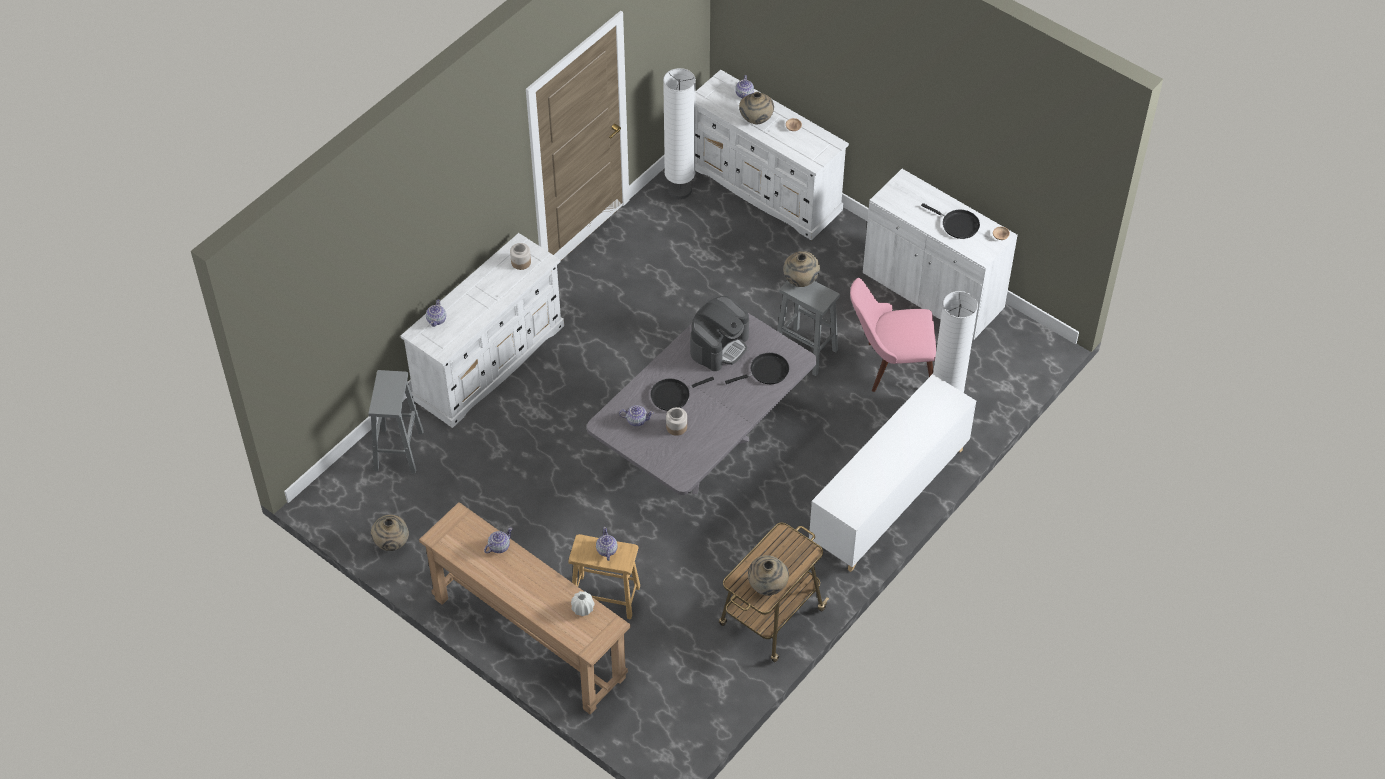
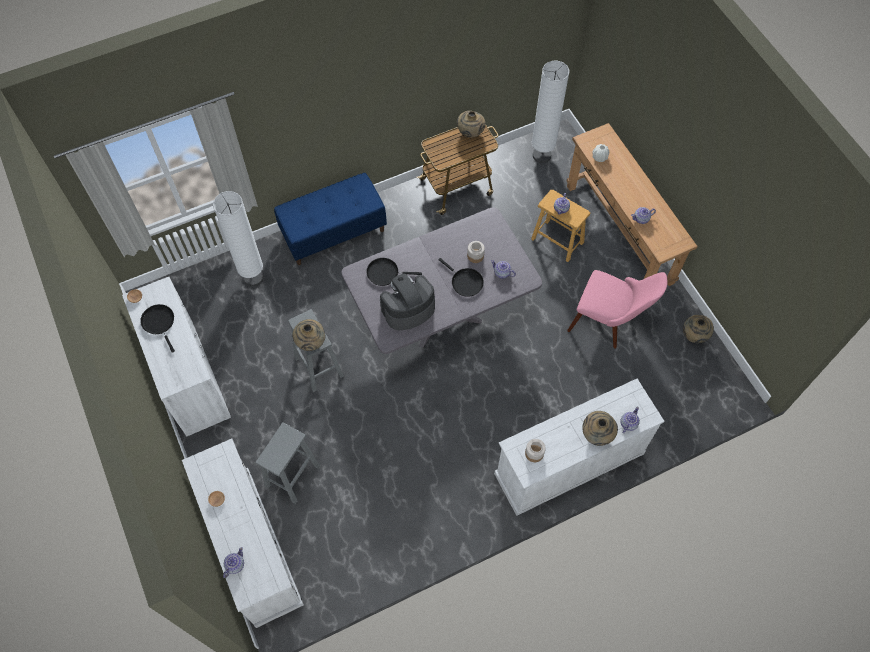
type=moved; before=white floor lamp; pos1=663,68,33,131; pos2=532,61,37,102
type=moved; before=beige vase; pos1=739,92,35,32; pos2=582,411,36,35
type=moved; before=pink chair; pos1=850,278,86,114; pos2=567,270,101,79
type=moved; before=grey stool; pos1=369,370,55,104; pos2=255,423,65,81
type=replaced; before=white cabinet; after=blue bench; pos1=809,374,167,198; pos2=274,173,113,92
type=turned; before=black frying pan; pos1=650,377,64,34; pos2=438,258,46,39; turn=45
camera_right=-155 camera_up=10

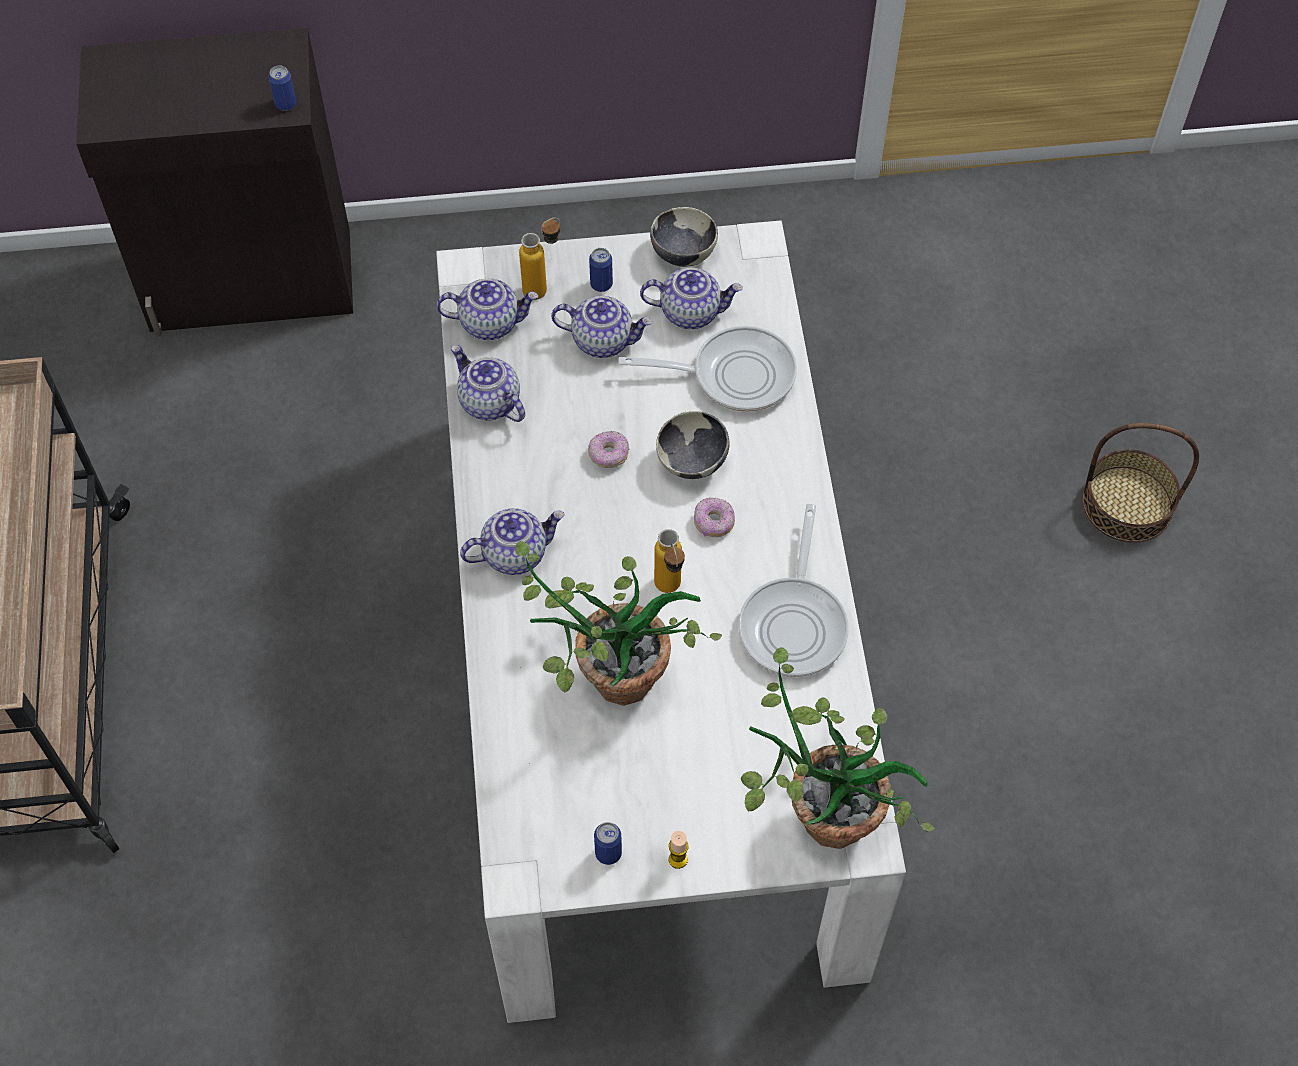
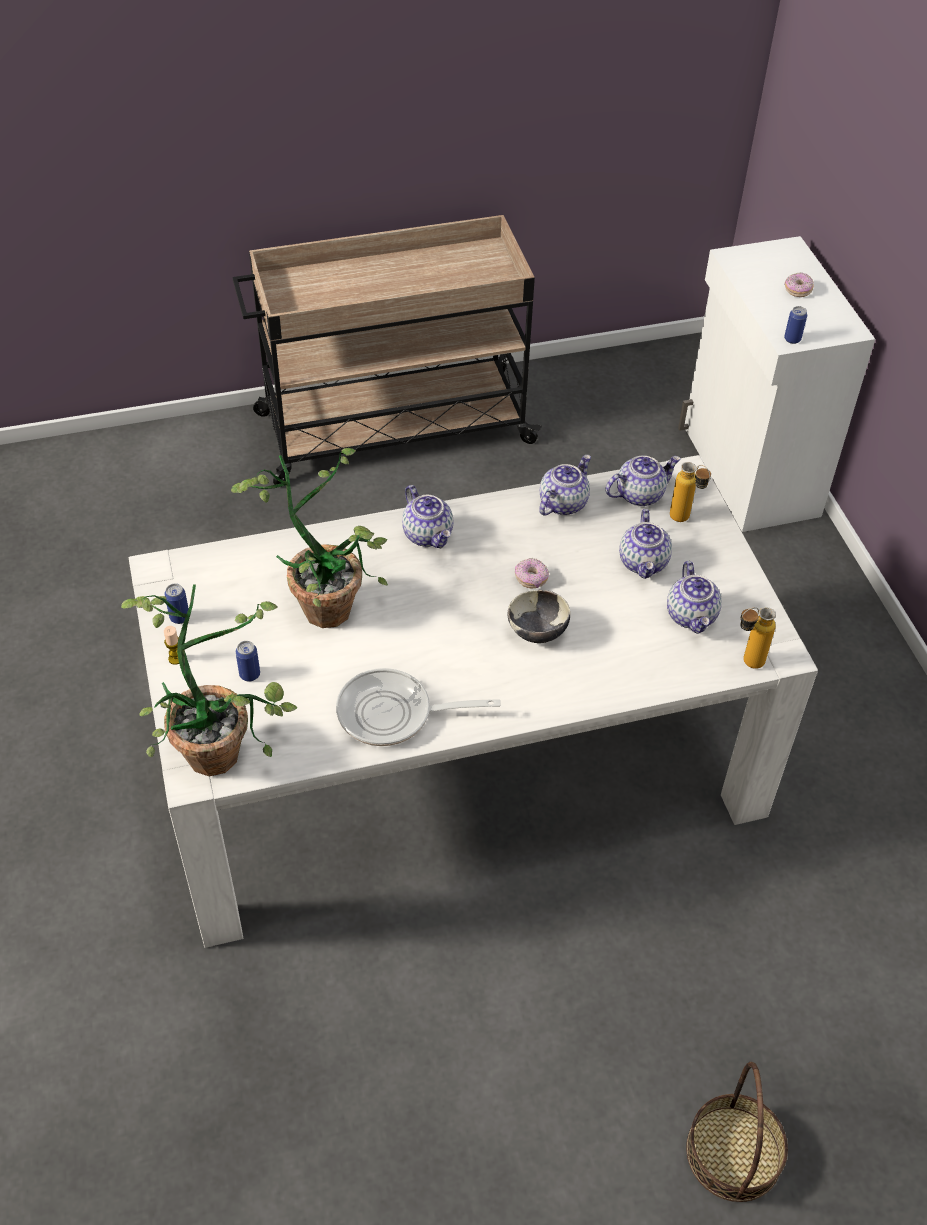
type=recoloured; before=black cabinet; after=white cabinet; pos1=76,28,277,309; pos2=678,236,197,296
type=removed; before=bowl; pos1=650,207,68,60
type=moved; before=can; pos1=589,248,24,44; pos2=236,641,24,41
type=turned; before=teapot; pos1=436,278,102,62; pos2=605,456,76,50; turn=-105
type=removed; before=frying pan; pos1=618,326,179,86
type=moved; before=donut; pos1=694,498,41,39; pos2=784,272,30,25
type=moved; before=bottle; pos1=654,529,31,64; pos2=741,607,35,62
camera_right=80 camera_up=-10

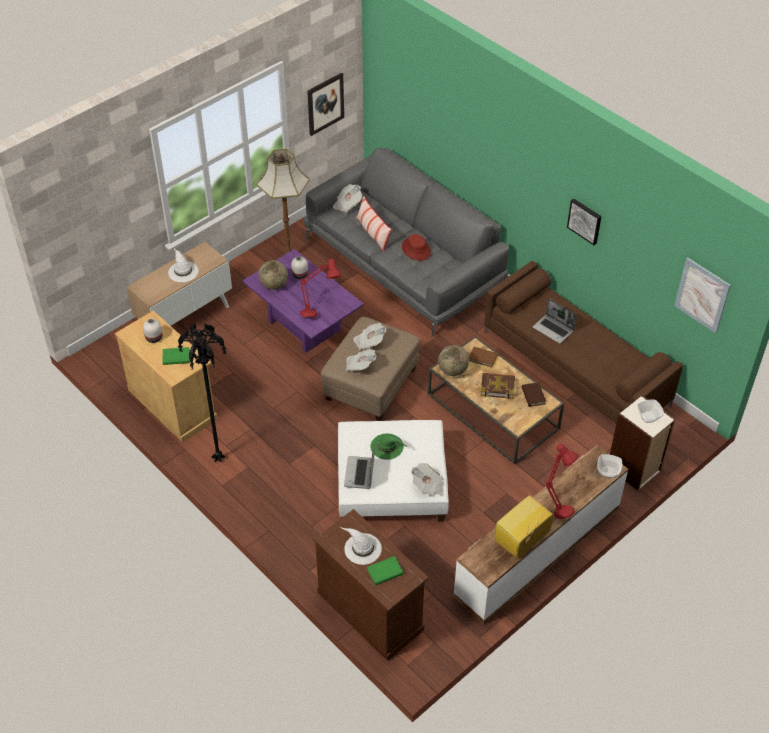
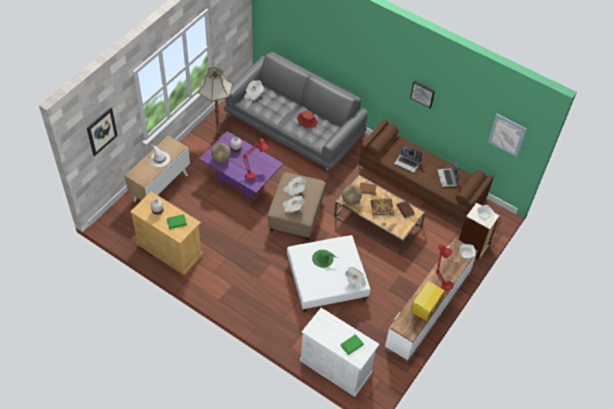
type=moved; before=picture; pos1=307,72,37,64; pos2=87,108,31,48
type=removed; before=pillow; pos1=356,196,36,56
type=removed; before=black floor lamp; pos1=178,323,49,139
type=moved; before=laptop; pos1=344,443,30,46; pos2=438,160,22,27
type=recoloured; before=brown cabinet; after=white cabinet; pos1=313,509,116,152; pos2=300,308,79,89
type=removed; before=white hat; pos1=340,527,42,38
camera_right=-15 camera_up=5

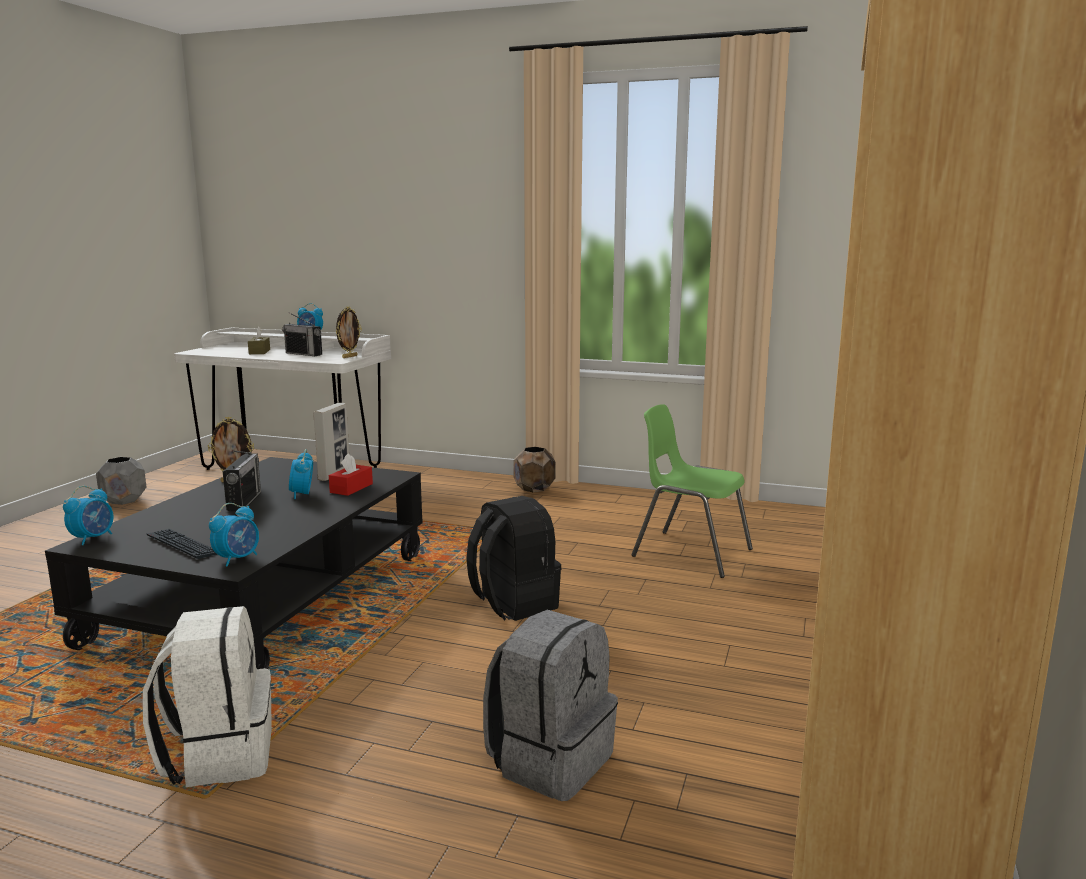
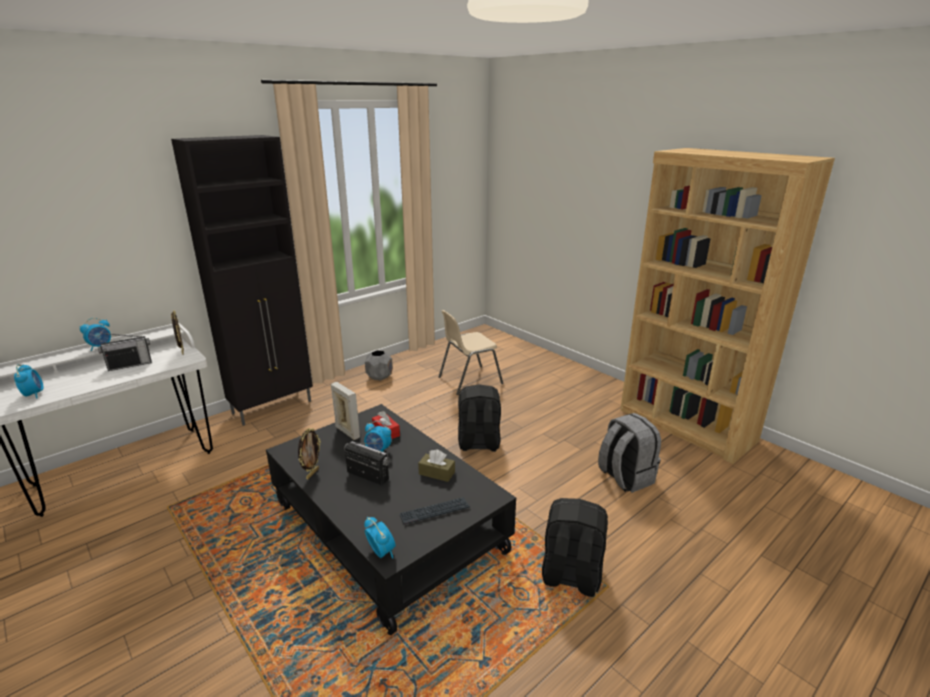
type=moved; before=brown tissue box; pos1=248,327,22,27; pos2=418,449,37,33
type=recoloured; before=green chair; after=beige chair; pos1=631,404,122,174; pos2=439,310,64,85
type=removed; before=brown planter; pos1=513,447,42,46
type=moved; before=grey planter; pos1=96,457,50,48; pos2=365,350,28,30
type=moved; before=alarm clock; pos1=209,503,50,63; pos2=14,364,30,35
type=recoloured; before=white backpack; after=black backpack; pos1=143,606,129,181; pos2=542,498,66,99
type=added; after=black cabinet; pos2=171,135,142,291
camera_right=-60 camera_up=10

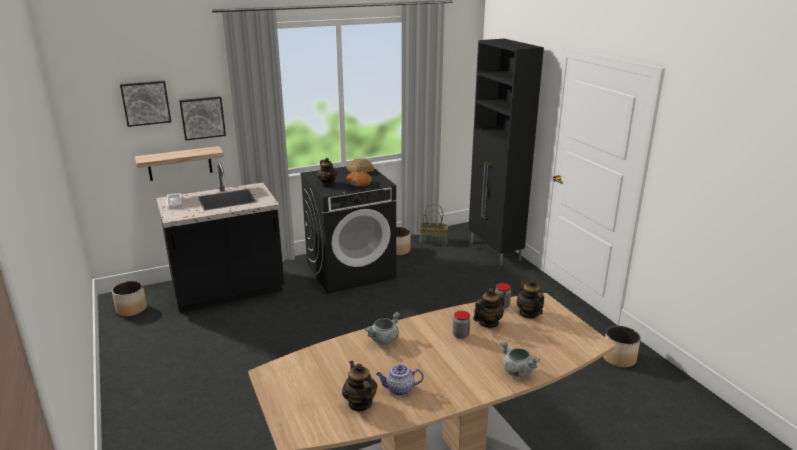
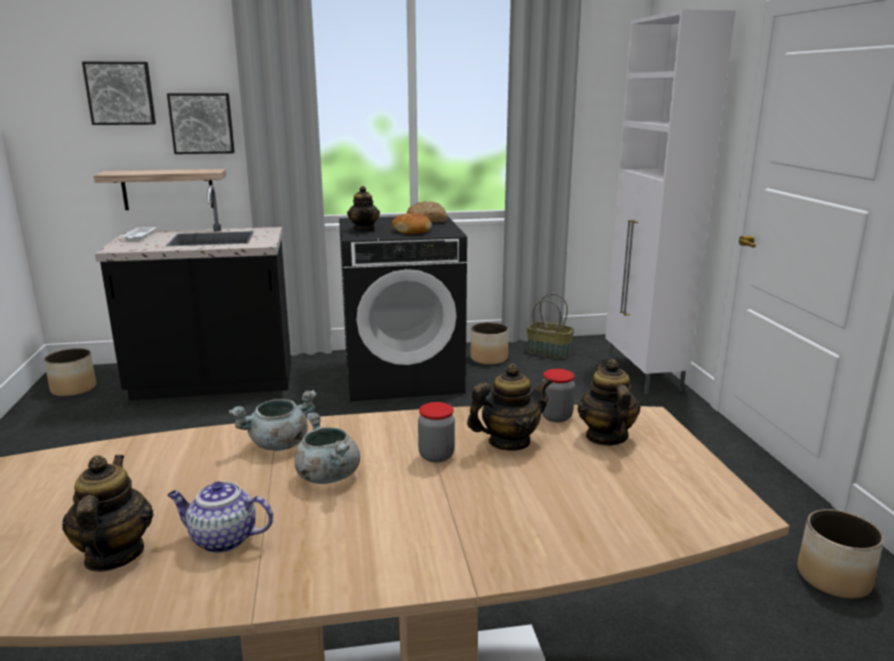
type=recoloured; before=black cabinet; after=white cabinet; pos1=469,39,75,226; pos2=605,9,131,385
type=moved; before=grey cooking pot; pos1=500,341,40,36; pos2=295,412,65,72
camera_right=15 camera_up=-5

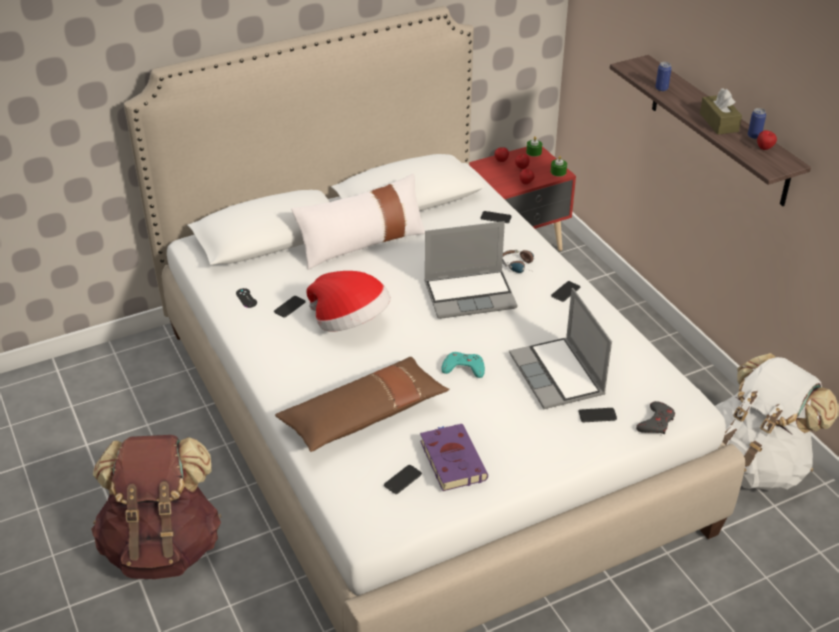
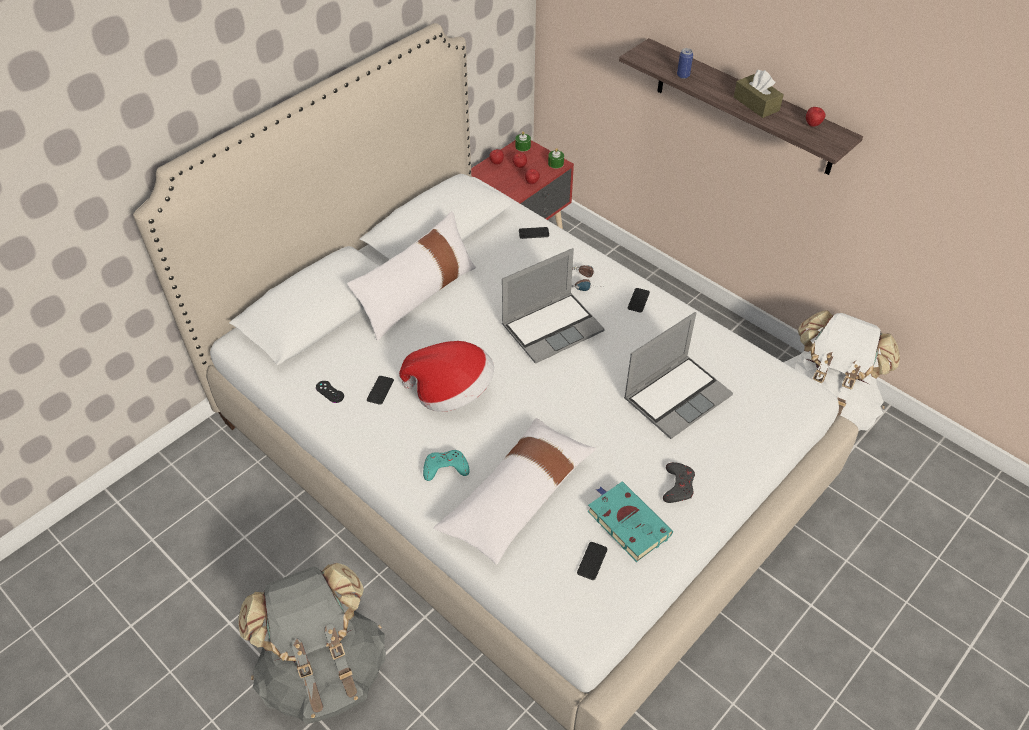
type=removed; before=can; pos1=748,108,18,31
type=turned; before=laptop; pos1=509,288,103,121; pos2=624,312,109,127; turn=-90
type=moved; before=turquoise game controller; pos1=441,352,44,26; pos2=423,450,47,31
type=recoloured; before=brown pillow; after=white pillow; pos1=275,357,175,95; pos2=434,418,163,146
type=moved; before=grey game controller; pos1=636,401,39,33; pos2=663,462,32,41
type=removed; before=phone; pos1=579,408,38,14
type=recoloured; before=purple book; after=turquoise book; pos1=420,424,68,67; pos2=588,482,85,80
type=recoloured; before=brown backpack; after=grey backpack; pos1=91,435,130,144; pos2=239,563,147,161
camera_right=-20 camera_up=10

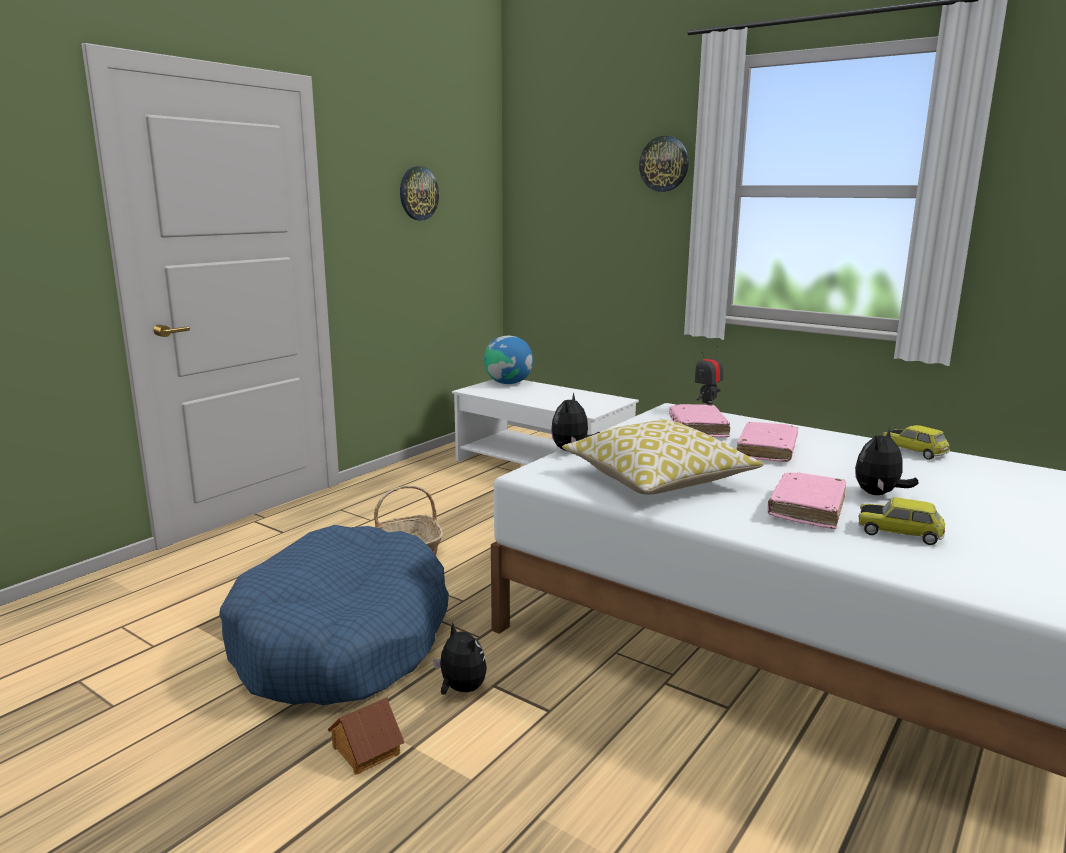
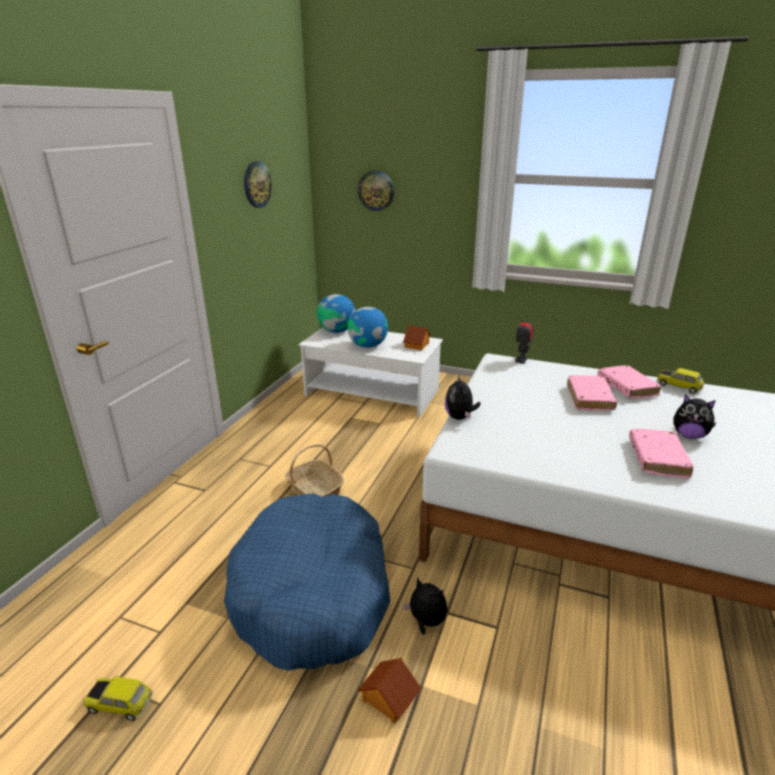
type=moved; before=wall clock; pos1=639,136,50,56; pos2=358,170,36,41
type=moved; before=pink book; pos1=669,404,61,33; pos2=598,365,63,33
type=removed; before=pillow; pos1=562,420,202,75
type=turned; before=plush toy; pos1=855,428,64,67; pos2=673,395,44,44; turn=-90
type=moved; before=toy car; pos1=858,497,87,48; pos2=83,675,70,46
type=added; after=globe; pos2=348,307,40,41
type=added; after=toy house; pos2=403,325,28,25
camera_right=-15 camera_up=10

